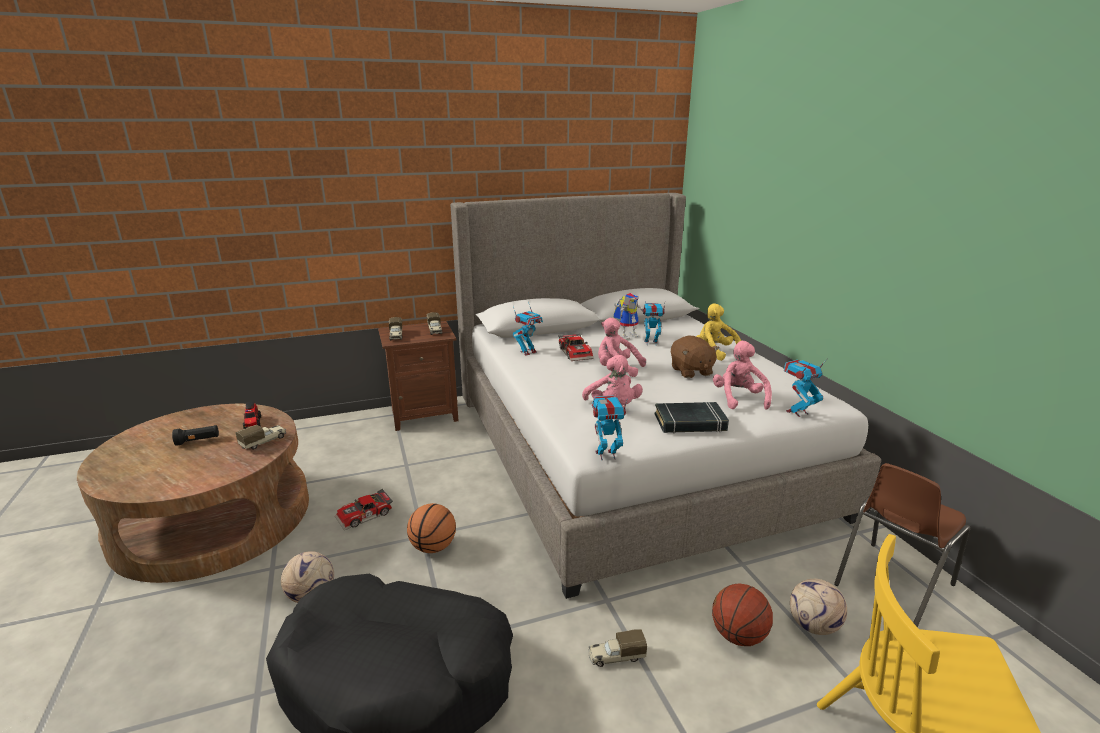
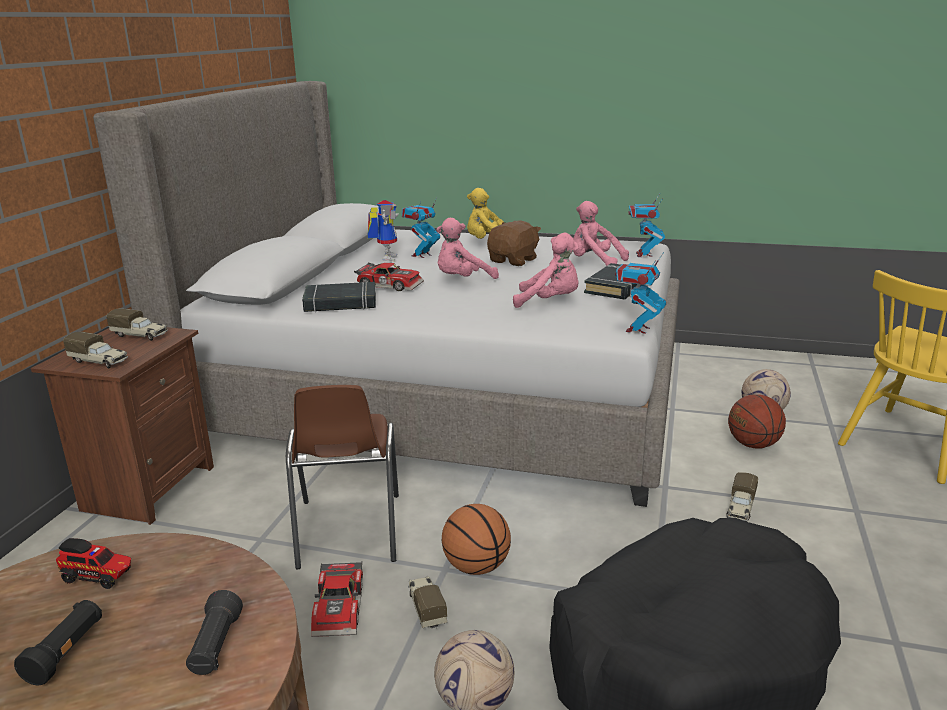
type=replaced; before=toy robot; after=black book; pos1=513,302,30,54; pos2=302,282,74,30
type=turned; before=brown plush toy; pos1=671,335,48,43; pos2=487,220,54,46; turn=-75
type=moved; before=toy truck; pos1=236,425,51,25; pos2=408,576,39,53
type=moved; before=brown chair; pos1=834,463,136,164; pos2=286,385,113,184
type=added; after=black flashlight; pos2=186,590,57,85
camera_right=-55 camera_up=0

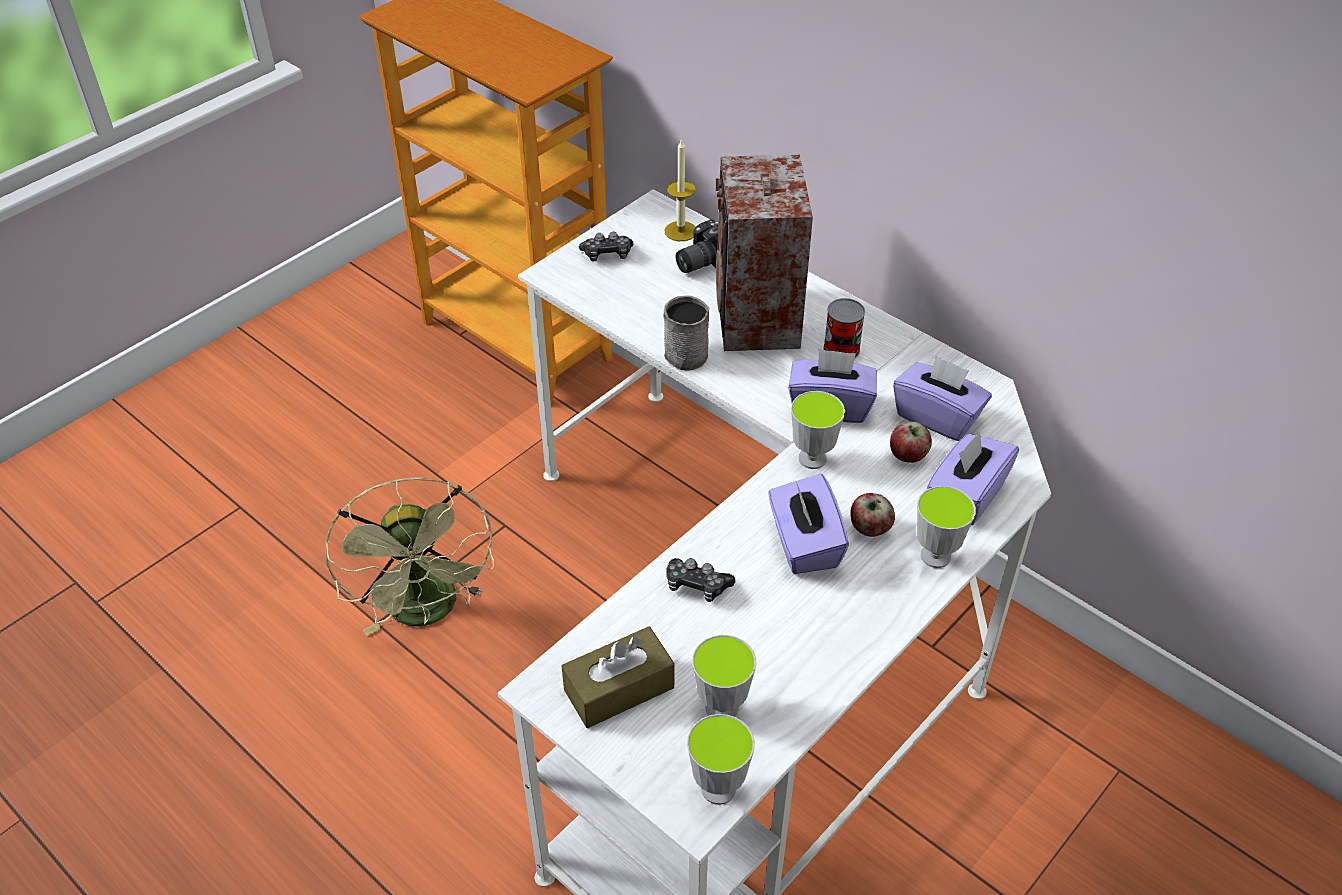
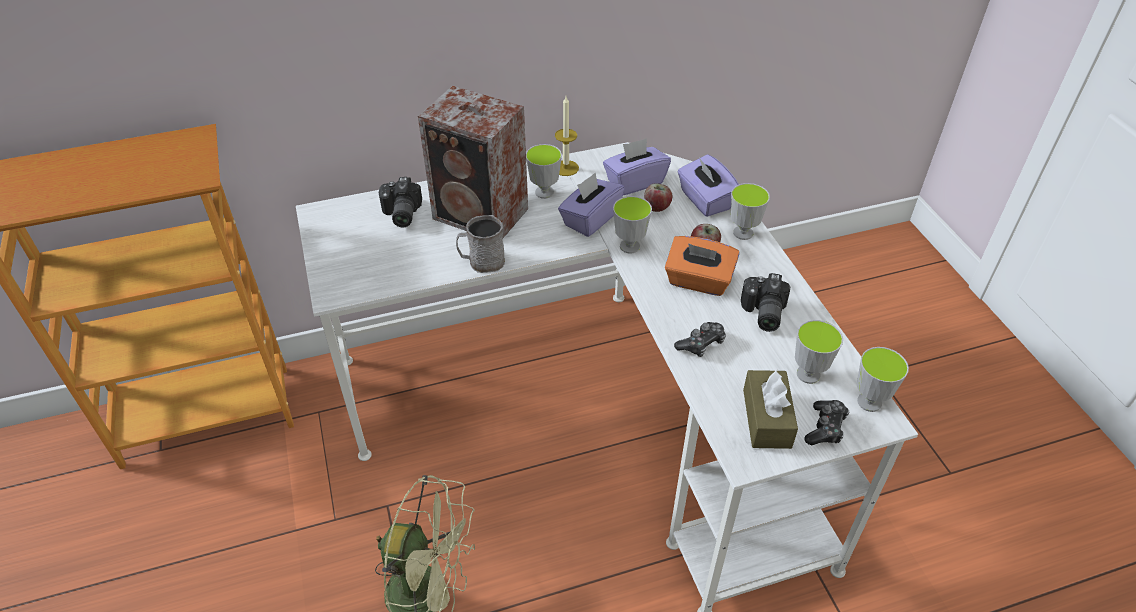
type=moved; before=candle; pos1=664,138,32,103; pos2=555,97,24,79
type=moved; before=game controller; pos1=579,232,54,30; pos2=804,400,45,45
type=replaced; before=can; after=cup; pos1=823,298,42,60; pos2=526,144,36,55
type=recoloured; before=purple tissue box; after=orange tissue box; pos1=768,474,81,100; pos2=665,236,74,60
type=added; after=photo camera; pos2=741,273,49,59
camera_right=-60 camera_up=0

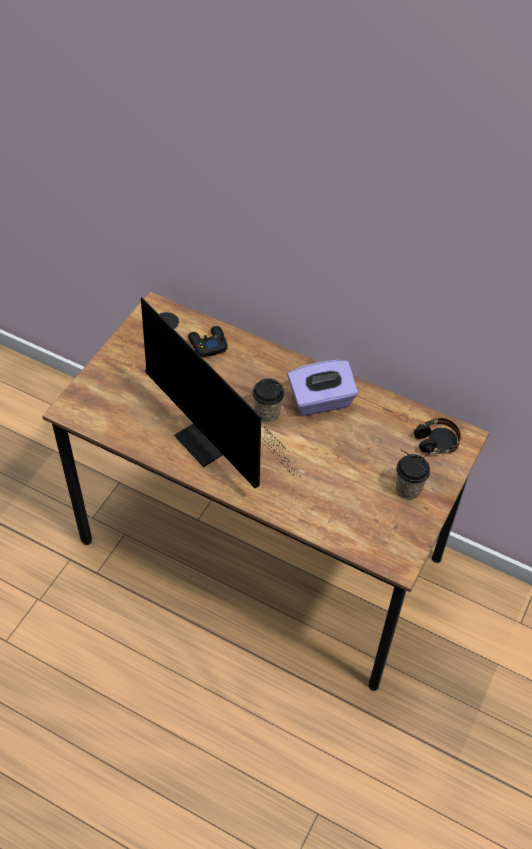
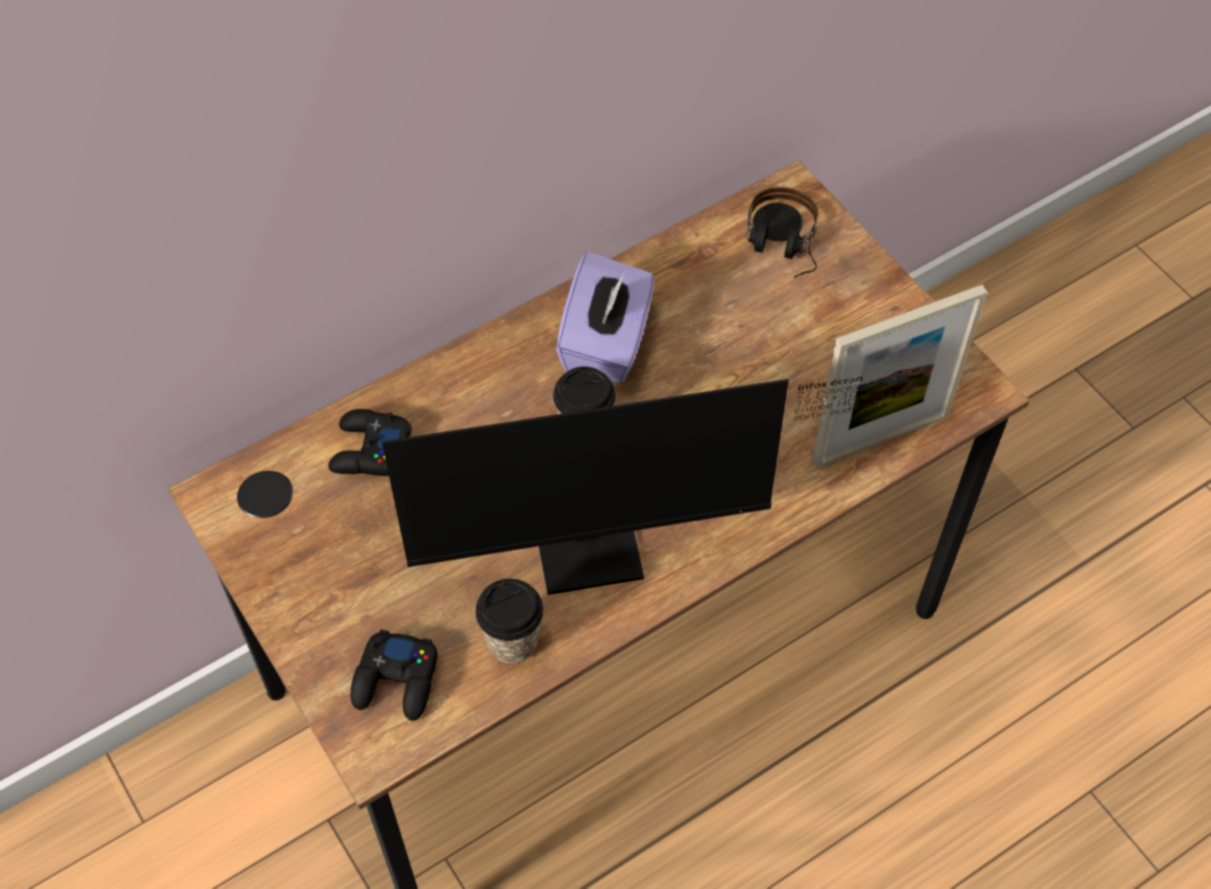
type=moved; before=cup; pos1=396,454,34,46; pos2=475,579,68,84
type=added; after=picture frame; pos2=812,285,175,183
type=added; after=black game controller; pos2=350,629,87,92
camera_right=-60 camera_up=5

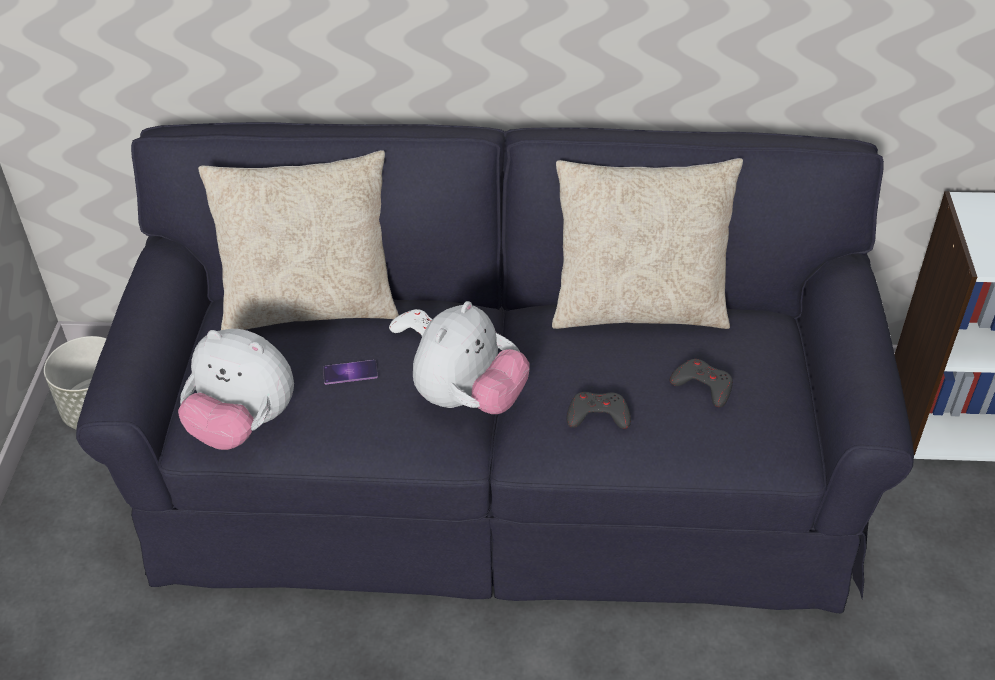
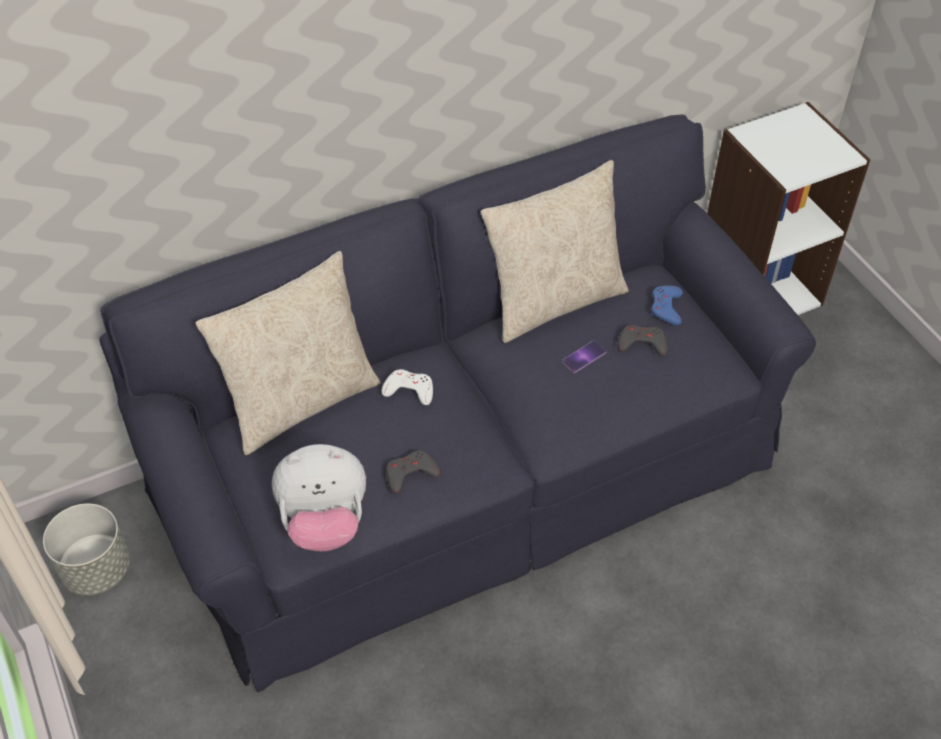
type=removed; before=plush toy; pos1=413,301,116,113
type=moved; before=phone; pos1=323,360,55,24; pos2=562,341,44,32
type=moved; before=grey game controller; pos1=567,392,64,37; pos2=386,450,55,44
type=added; after=blue game controller; pos2=651,285,32,40
camera_right=-30 camera_up=5

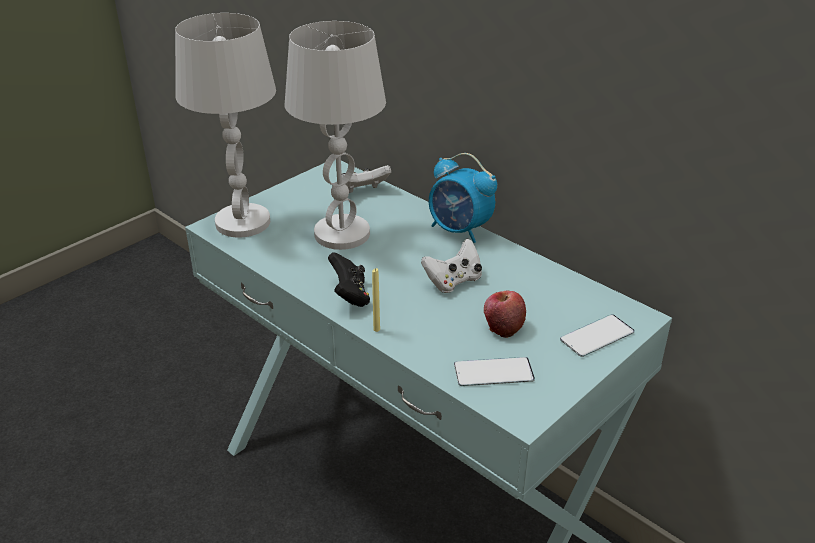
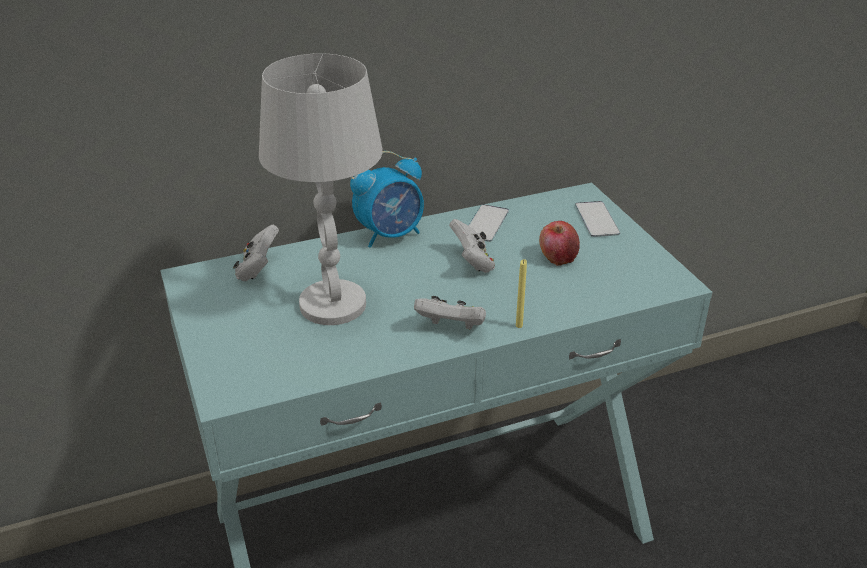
type=removed; before=white table lamp; pos1=175,13,101,224
type=recoloured; before=black game controller; after=white game controller; pos1=328,253,42,54; pos2=414,296,72,34
type=moved; before=phone; pos1=454,357,81,29; pos2=468,204,41,38
camera_right=-65 camera_up=0

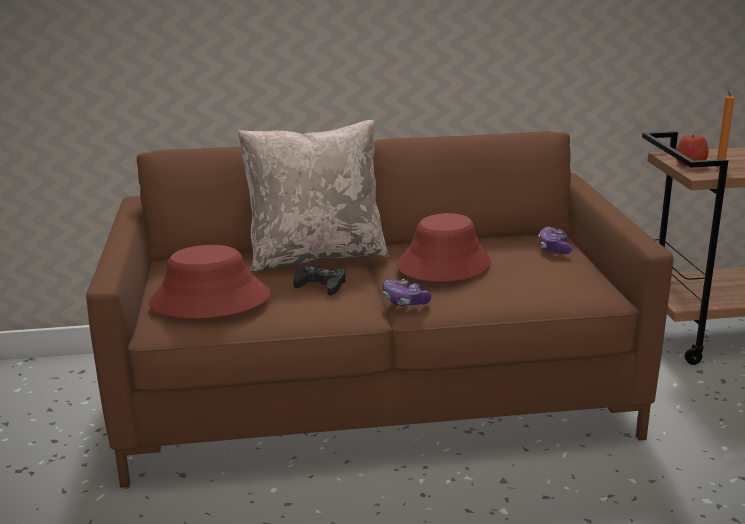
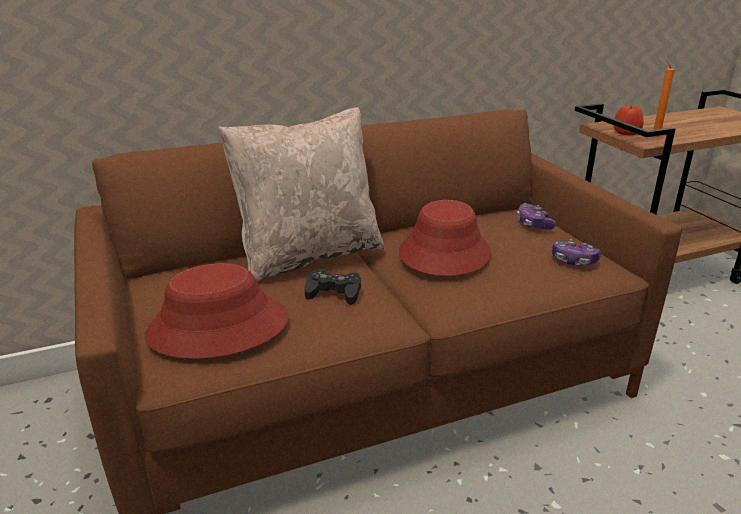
type=moved; before=game controller; pos1=383,279,48,27; pos2=552,239,49,27
camera_right=-15 camera_up=5

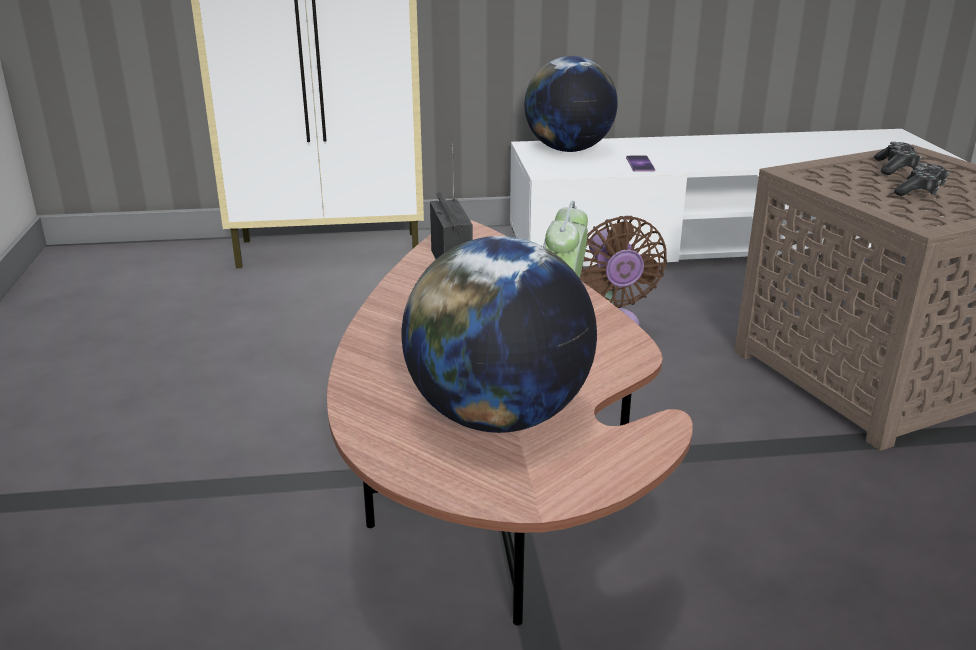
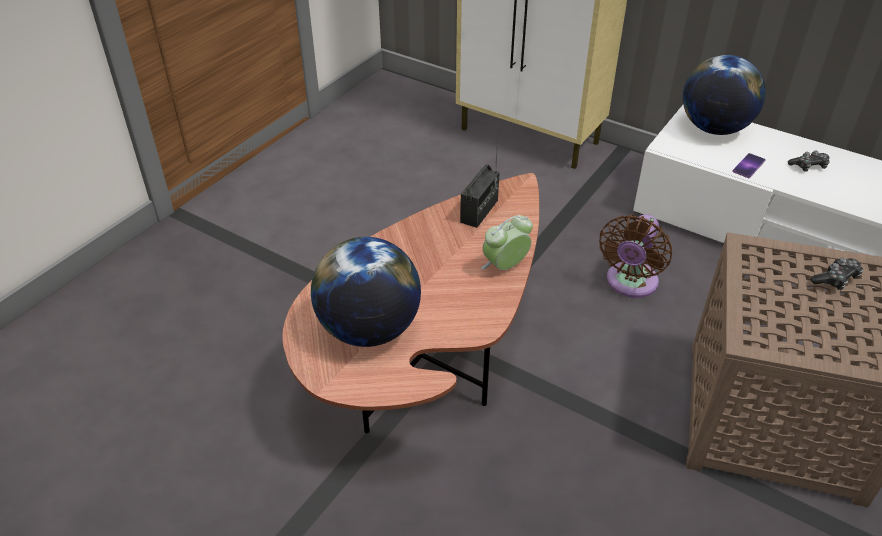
type=moved; before=game controller; pos1=894,163,55,33; pos2=788,150,42,22
camera_right=40 camera_up=15

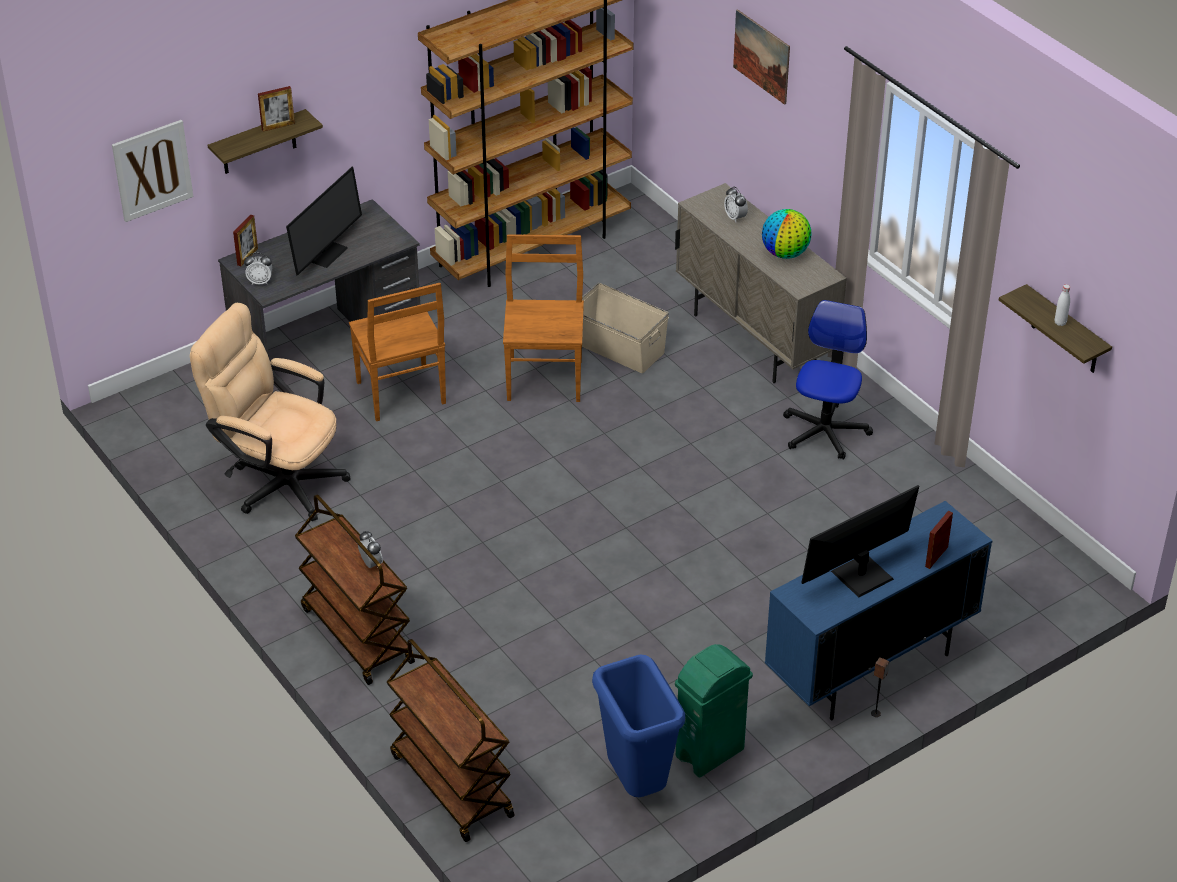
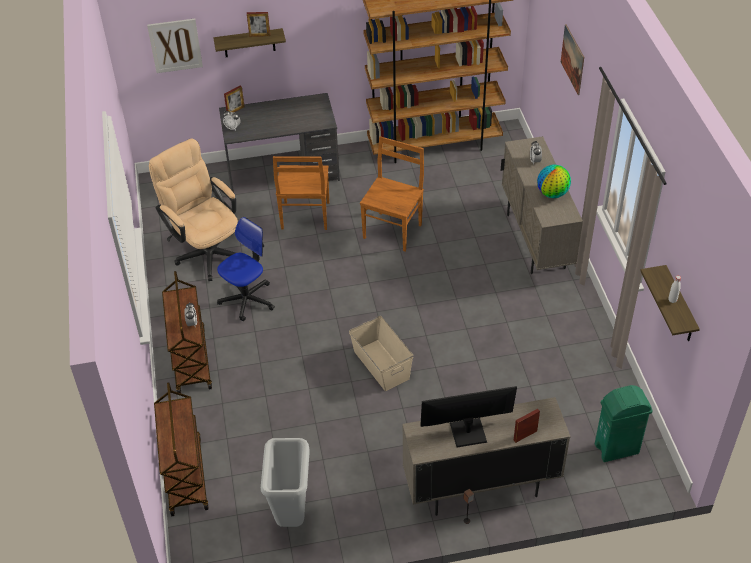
type=removed; before=monitor; pos1=286,167,76,109
type=moved; before=beige storage box; pos1=582,283,87,90; pos2=349,316,64,75
type=moved; before=office chair; pos1=783,300,90,160; pos2=217,217,58,104
type=recoloured; before=blue cabinet; after=beige cabinet; pos1=765,501,228,219; pos2=402,397,169,119
type=moved; before=green trash can; pos1=675,644,78,133; pos2=595,385,58,77
type=recoloured; before=blue trash can; after=grey trash can; pos1=592,654,93,143; pos2=261,438,49,89
camera_right=25 camera_up=5

